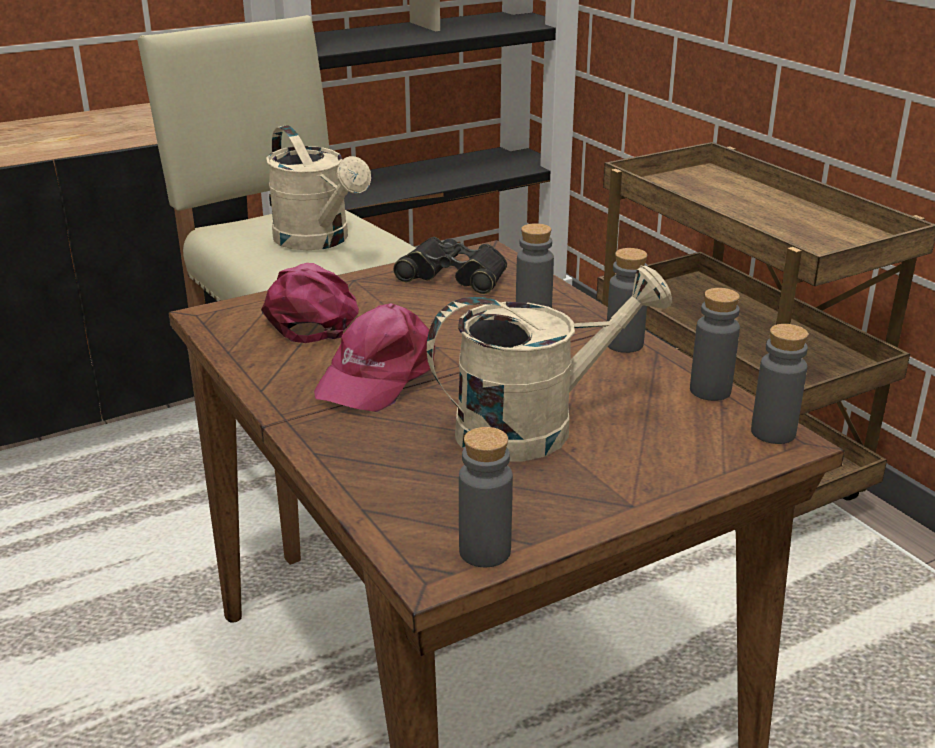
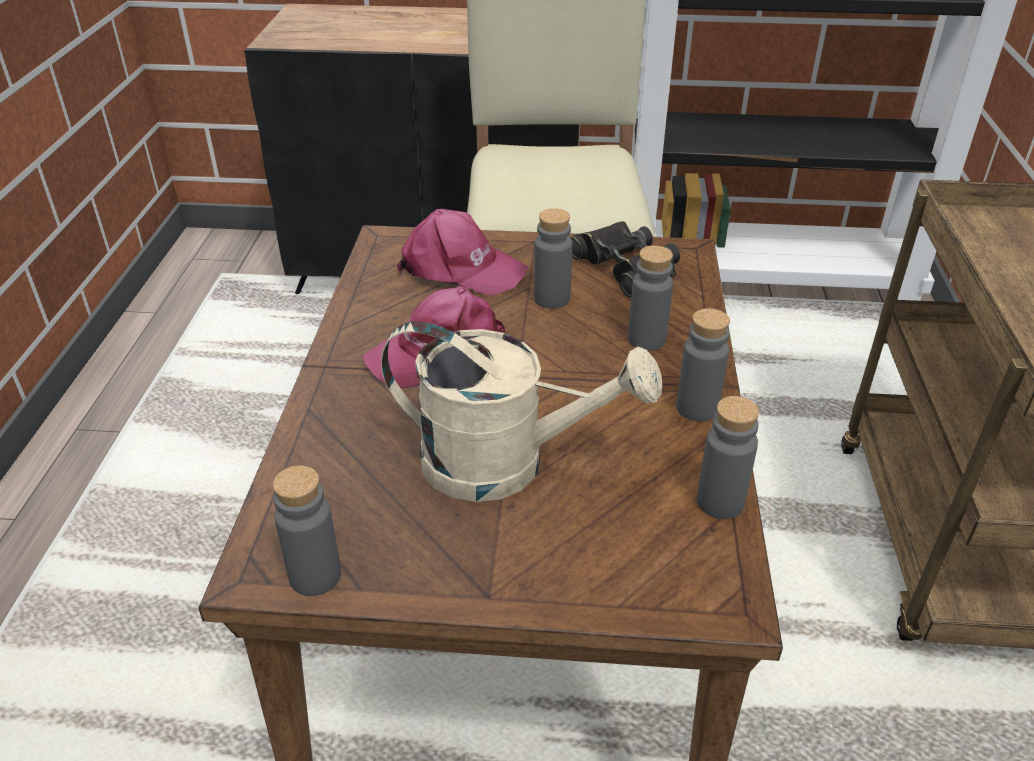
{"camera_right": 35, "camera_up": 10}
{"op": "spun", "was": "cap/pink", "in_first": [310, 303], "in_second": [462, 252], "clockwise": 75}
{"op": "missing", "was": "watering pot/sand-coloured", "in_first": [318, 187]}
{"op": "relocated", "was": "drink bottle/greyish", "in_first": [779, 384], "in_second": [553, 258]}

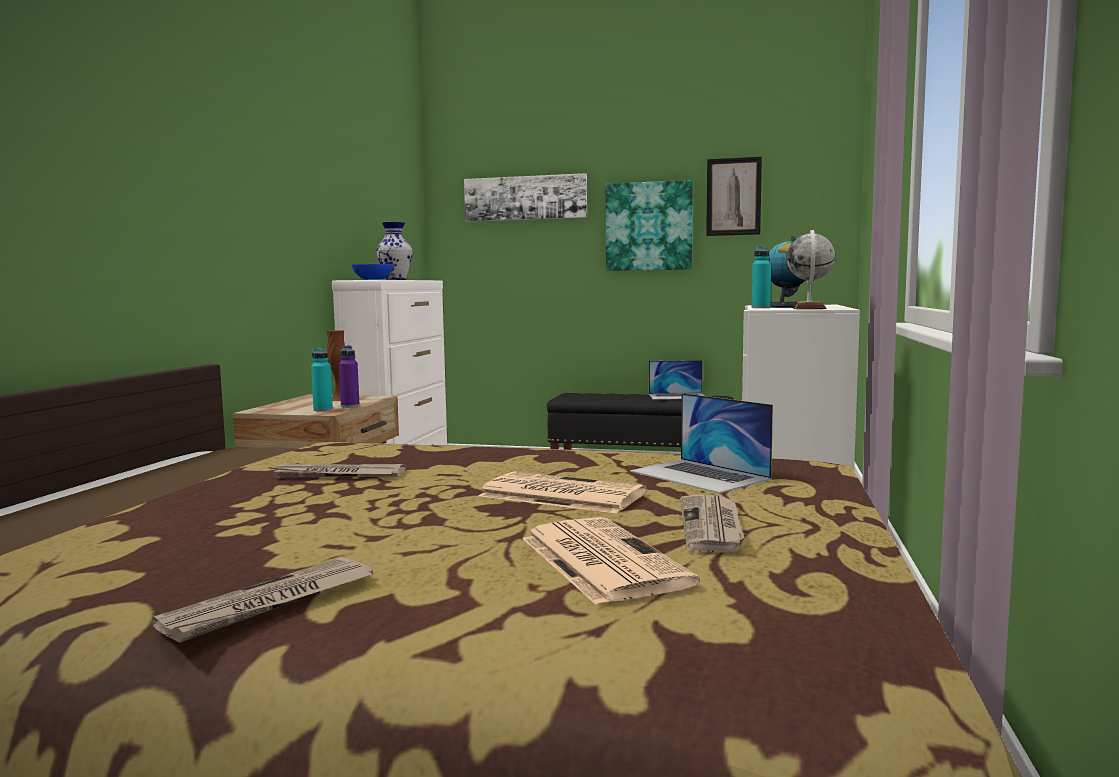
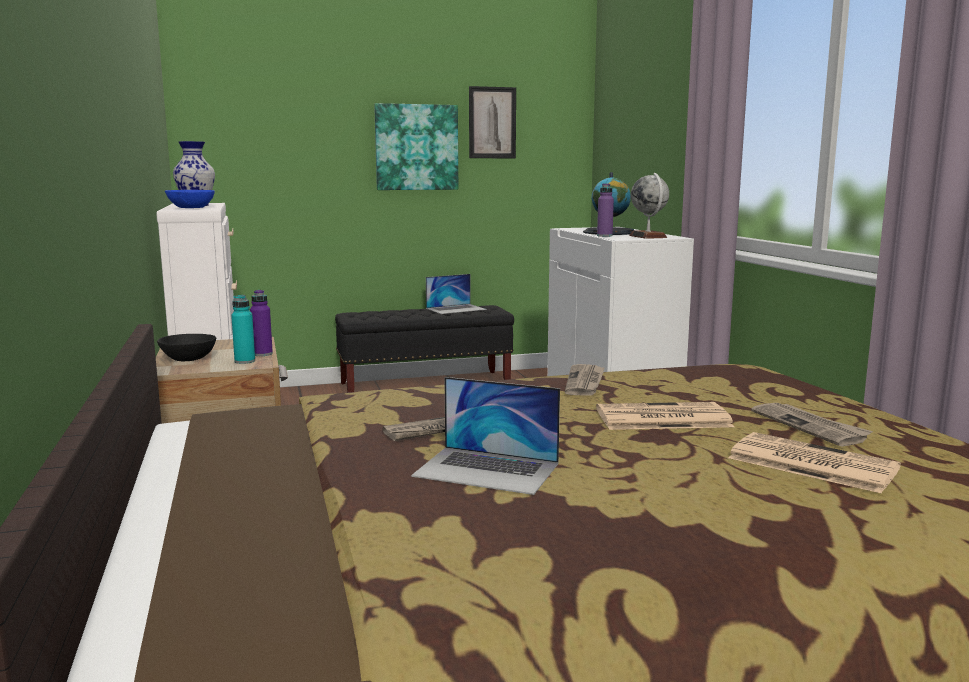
{"camera_right": -30, "camera_up": 5}
{"op": "relocated", "was": "newspaper", "in_first": [262, 600], "in_second": [585, 380]}
{"op": "missing", "was": "flower vase/brownish", "in_first": [336, 365]}
{"op": "missing", "was": "wall art", "in_first": [525, 197]}
{"op": "relocated", "was": "portable computer", "in_first": [701, 443], "in_second": [485, 436]}
{"op": "colour", "was": "drink bottle/blue-green", "now": "drink bottle/purple", "in_first": [761, 277], "in_second": [605, 210]}
{"op": "appeared", "now": "serving bowl/blackish", "in_second": [186, 347]}

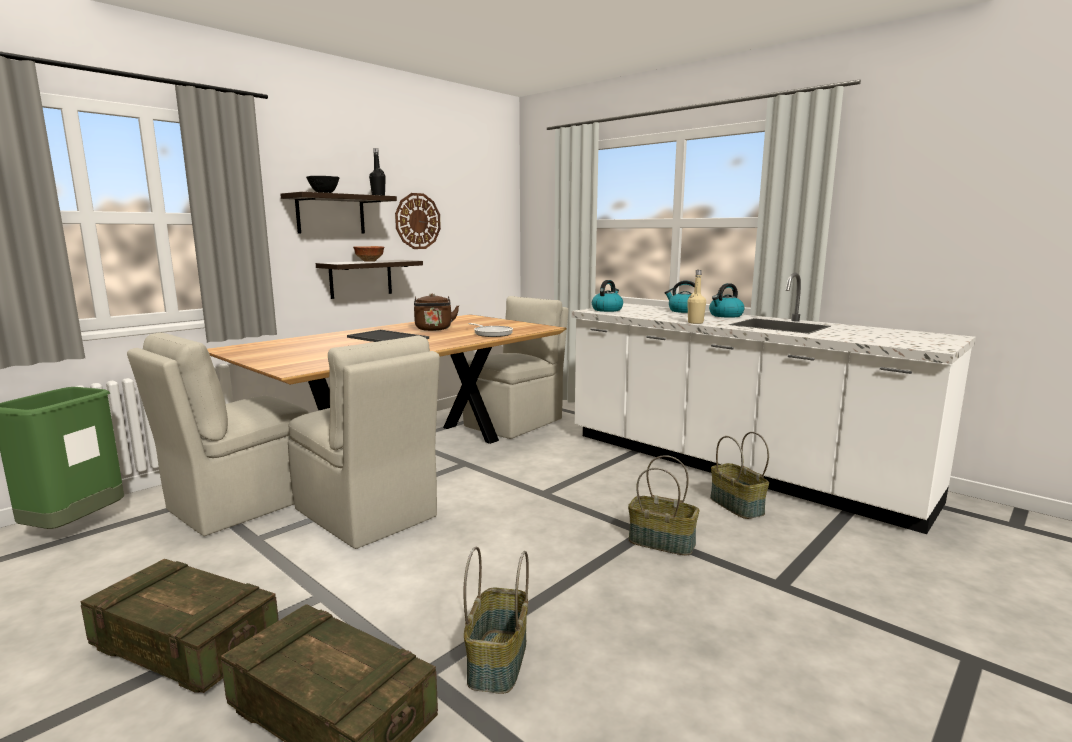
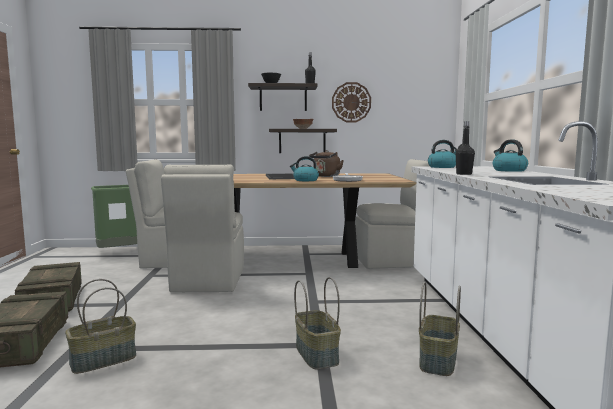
{"camera_right": 45, "camera_up": -5}
{"op": "colour", "was": "drink bottle/sand-coloured", "now": "drink bottle/blackish", "in_first": [696, 297], "in_second": [465, 148]}
{"op": "relocated", "was": "water kettle", "in_first": [727, 300], "in_second": [304, 168]}

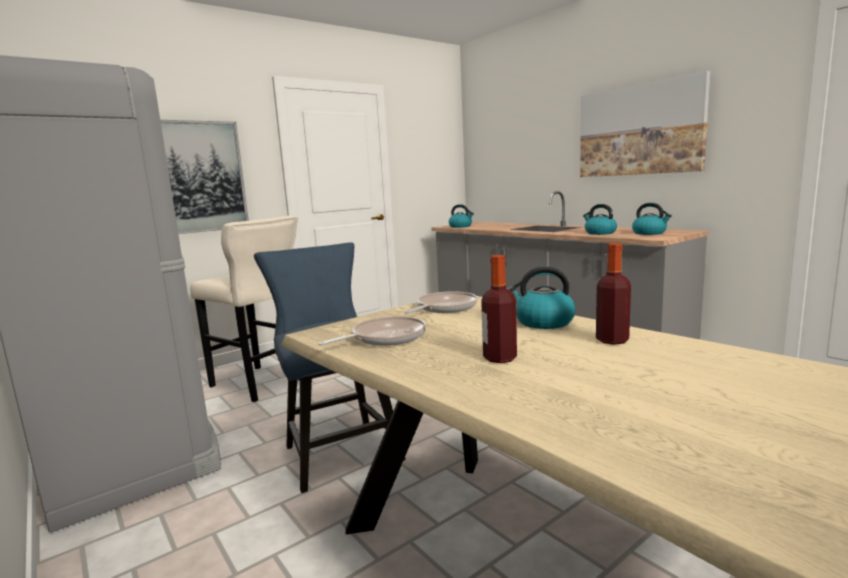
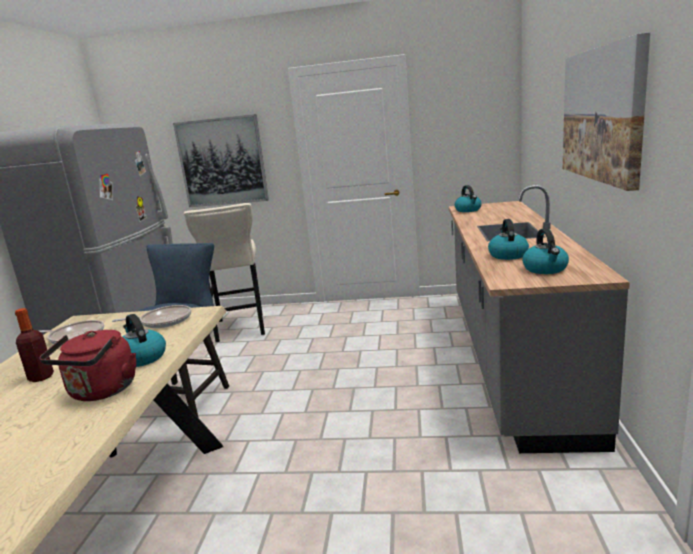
{"camera_right": 45, "camera_up": 5}
{"op": "exchanged", "was": "drink bottle", "now": "water kettle/red", "in_first": [613, 294], "in_second": [87, 365]}

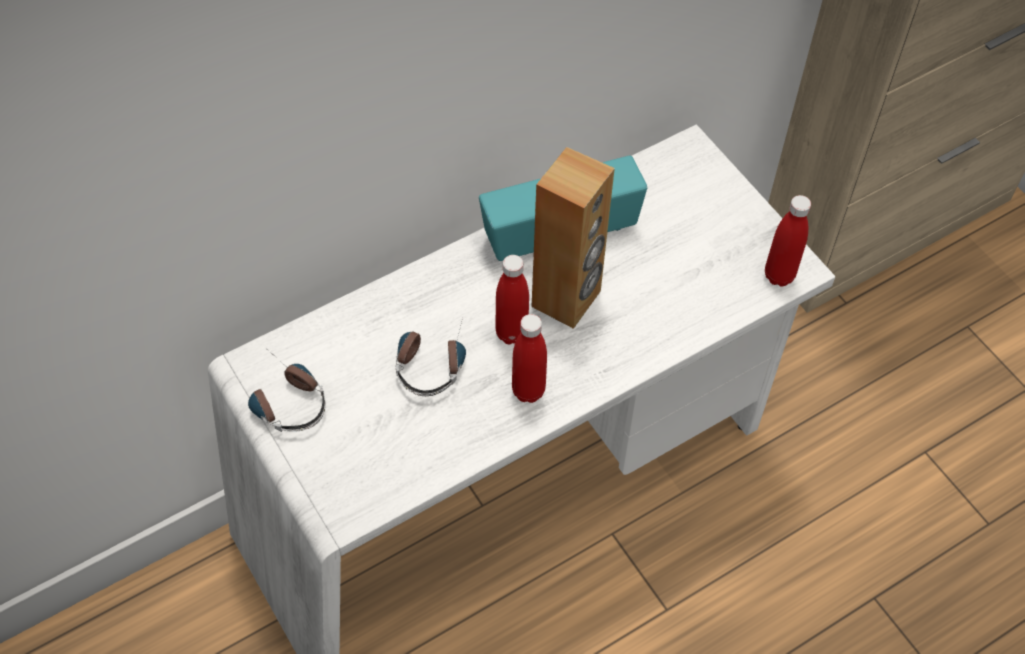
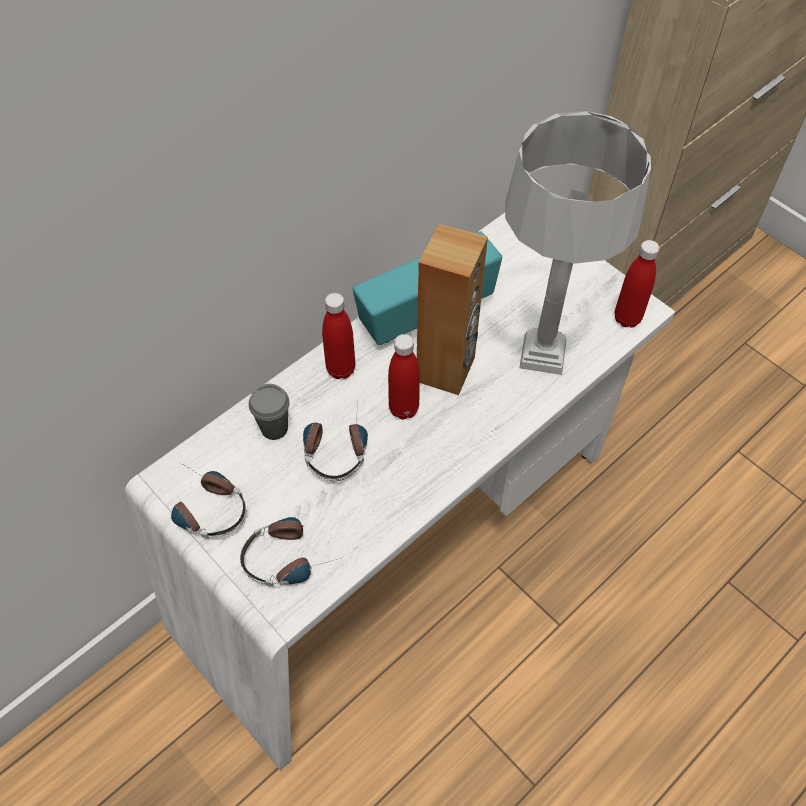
{"camera_right": -10, "camera_up": 0}
{"op": "relocated", "was": "drink bottle/red", "in_first": [529, 358], "in_second": [338, 336]}
{"op": "appeared", "now": "headset", "in_second": [290, 551]}
{"op": "appeared", "now": "cup/greyish", "in_second": [269, 412]}
{"op": "appeared", "now": "tabletop lamp/greyish", "in_second": [578, 243]}

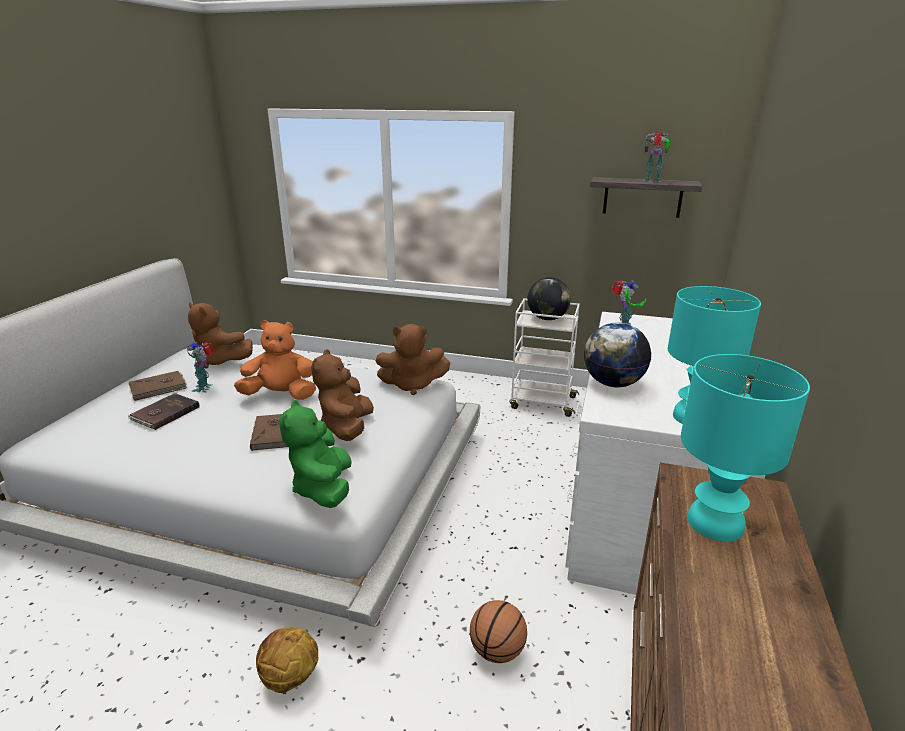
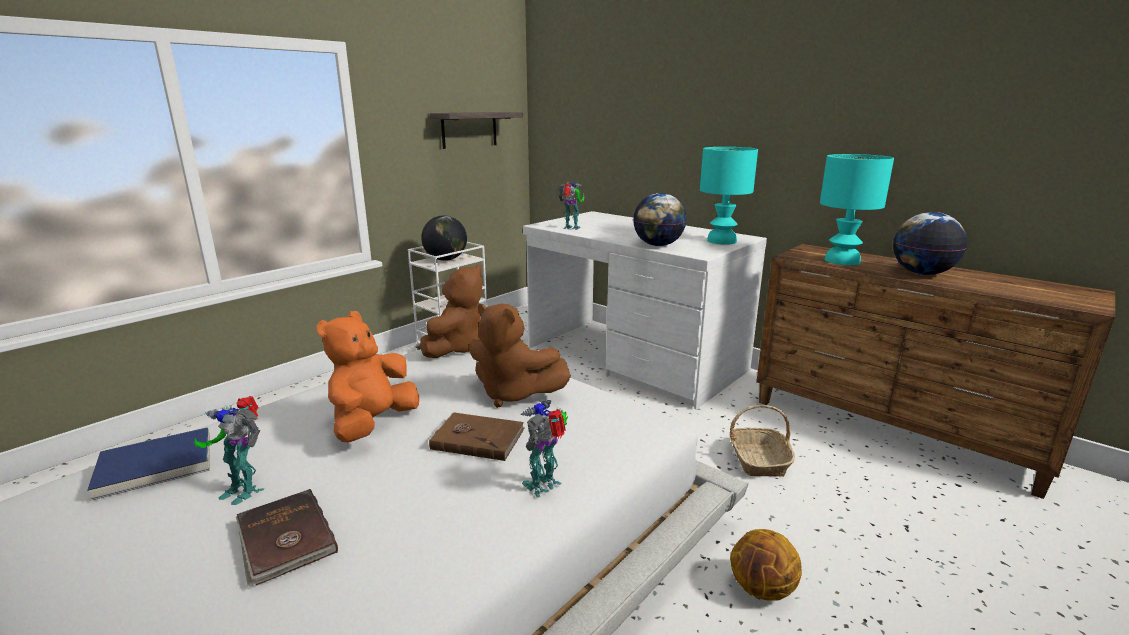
{"camera_right": -65, "camera_up": -5}
{"op": "missing", "was": "book/brownish", "in_first": [158, 386]}
{"op": "exchanged", "was": "cuddly toy/brownish", "now": "book/bluish", "in_first": [220, 336], "in_second": [148, 463]}
{"op": "missing", "was": "cuddly toy/greenish", "in_first": [315, 454]}
{"op": "exchanged", "was": "ball for basketball", "now": "household basket", "in_first": [498, 631], "in_second": [762, 440]}
{"op": "relocated", "was": "toy robot", "in_first": [658, 157], "in_second": [544, 449]}
{"op": "appeared", "now": "world globe", "in_second": [930, 243]}

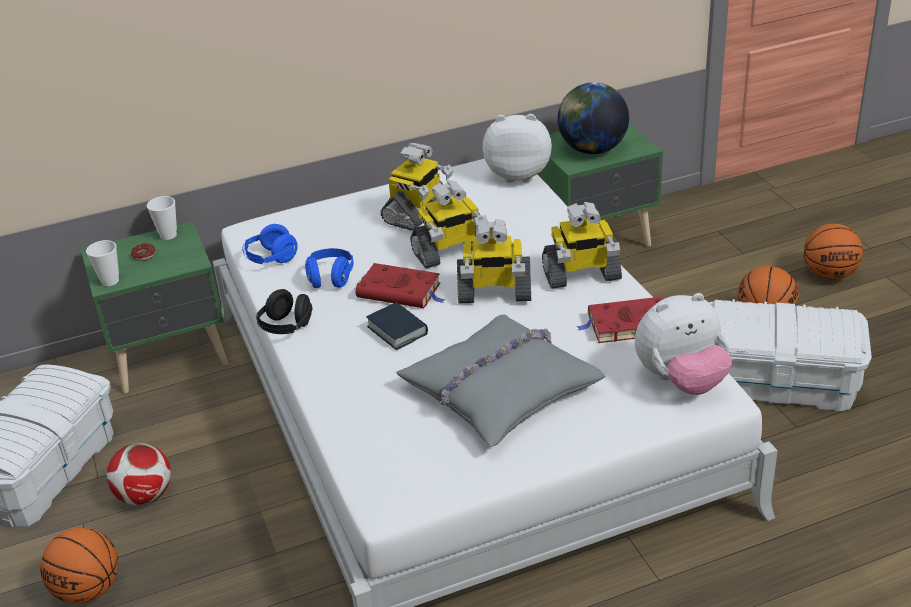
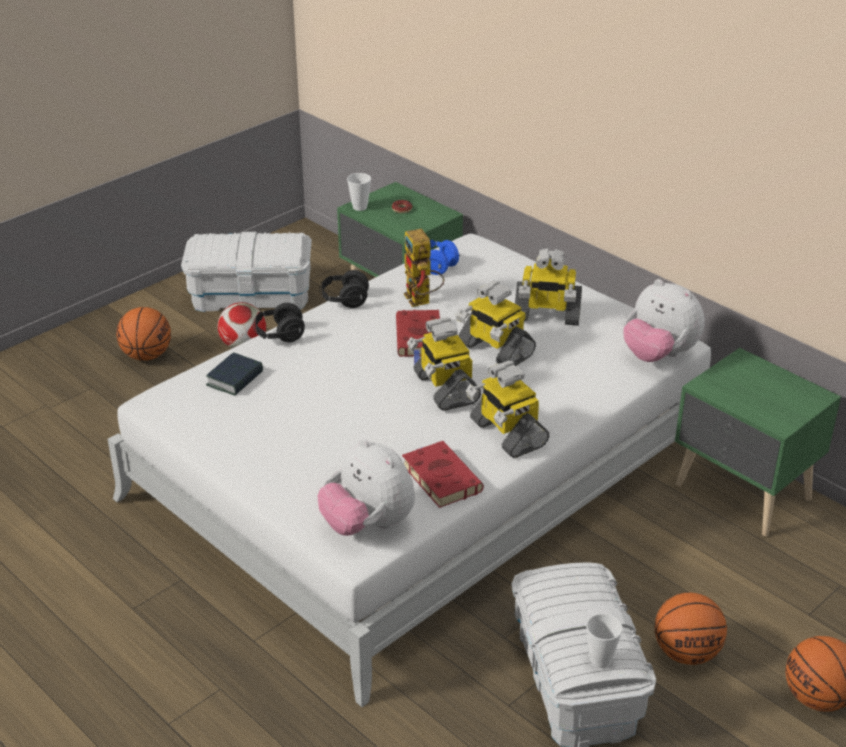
{"camera_right": 65, "camera_up": 0}
{"op": "relocated", "was": "cup", "in_first": [162, 218], "in_second": [604, 641]}
{"op": "exchanged", "was": "headset/bluish", "now": "toy robot", "in_first": [329, 268], "in_second": [424, 267]}
{"op": "relocated", "was": "book", "in_first": [397, 326], "in_second": [234, 374]}
{"op": "missing", "was": "throw pillow/greyish", "in_first": [500, 380]}
{"op": "spun", "was": "cuddly toy", "in_first": [517, 148], "in_second": [664, 320], "clockwise": 150}
{"op": "missing", "was": "world globe", "in_first": [593, 118]}
{"op": "appeared", "now": "headset/blackish", "in_second": [279, 322]}

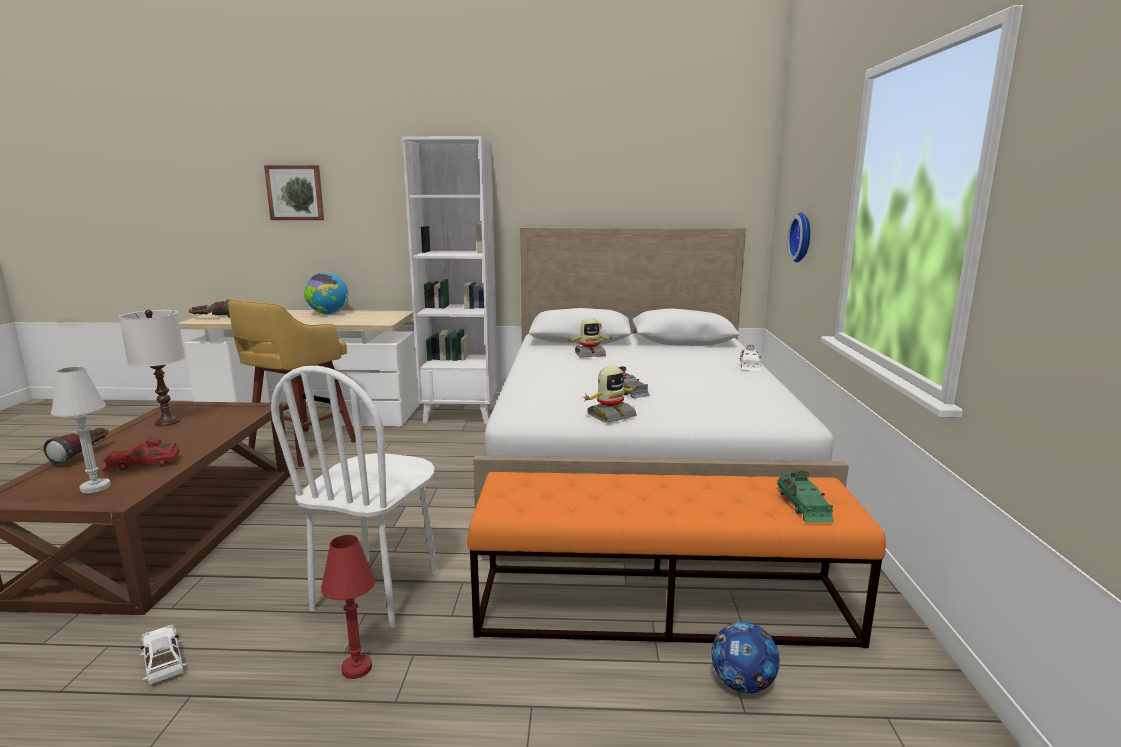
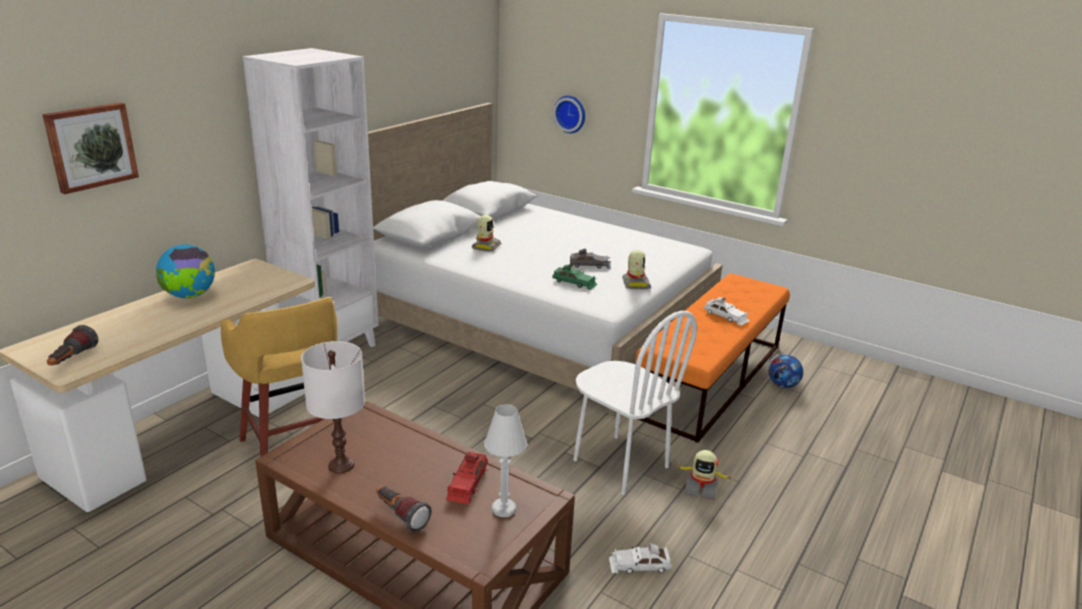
{"camera_right": -60, "camera_up": 10}
{"op": "exchanged", "was": "tabletop lamp/red", "now": "toy robot", "in_first": [348, 607], "in_second": [704, 475]}
{"op": "relocated", "was": "toy car/white", "in_first": [750, 357], "in_second": [726, 311]}
{"op": "relocated", "was": "toy car/greenish", "in_first": [805, 497], "in_second": [575, 277]}

